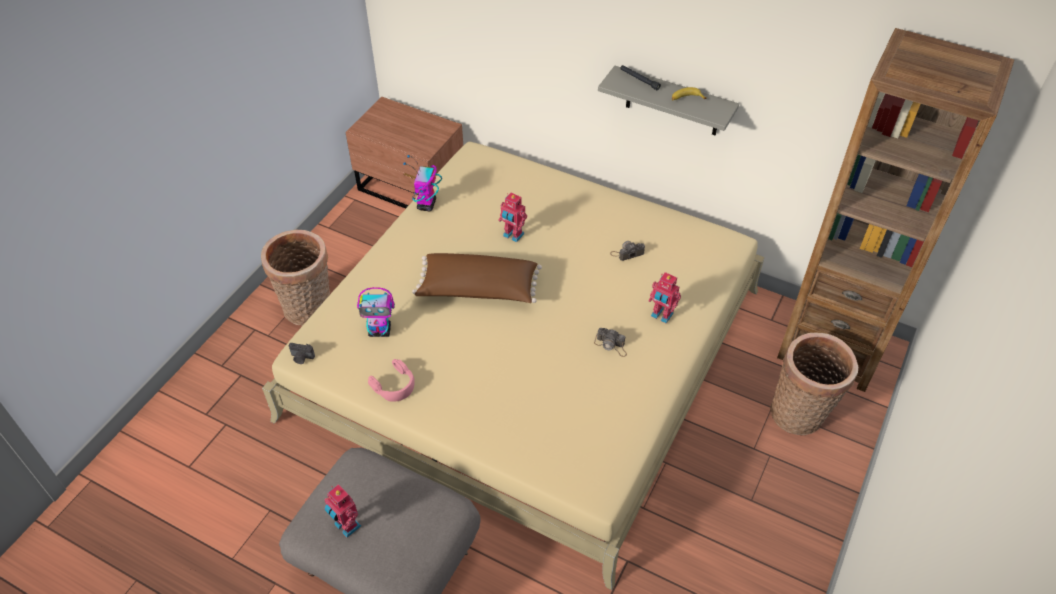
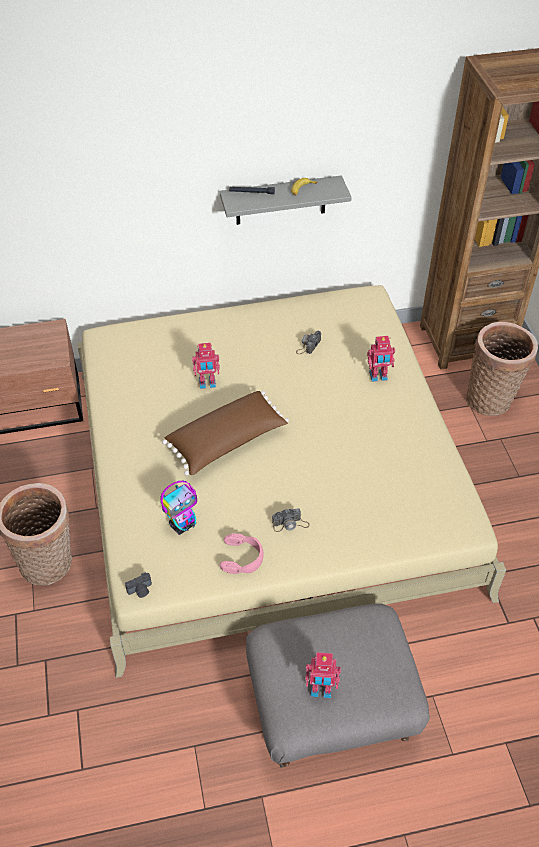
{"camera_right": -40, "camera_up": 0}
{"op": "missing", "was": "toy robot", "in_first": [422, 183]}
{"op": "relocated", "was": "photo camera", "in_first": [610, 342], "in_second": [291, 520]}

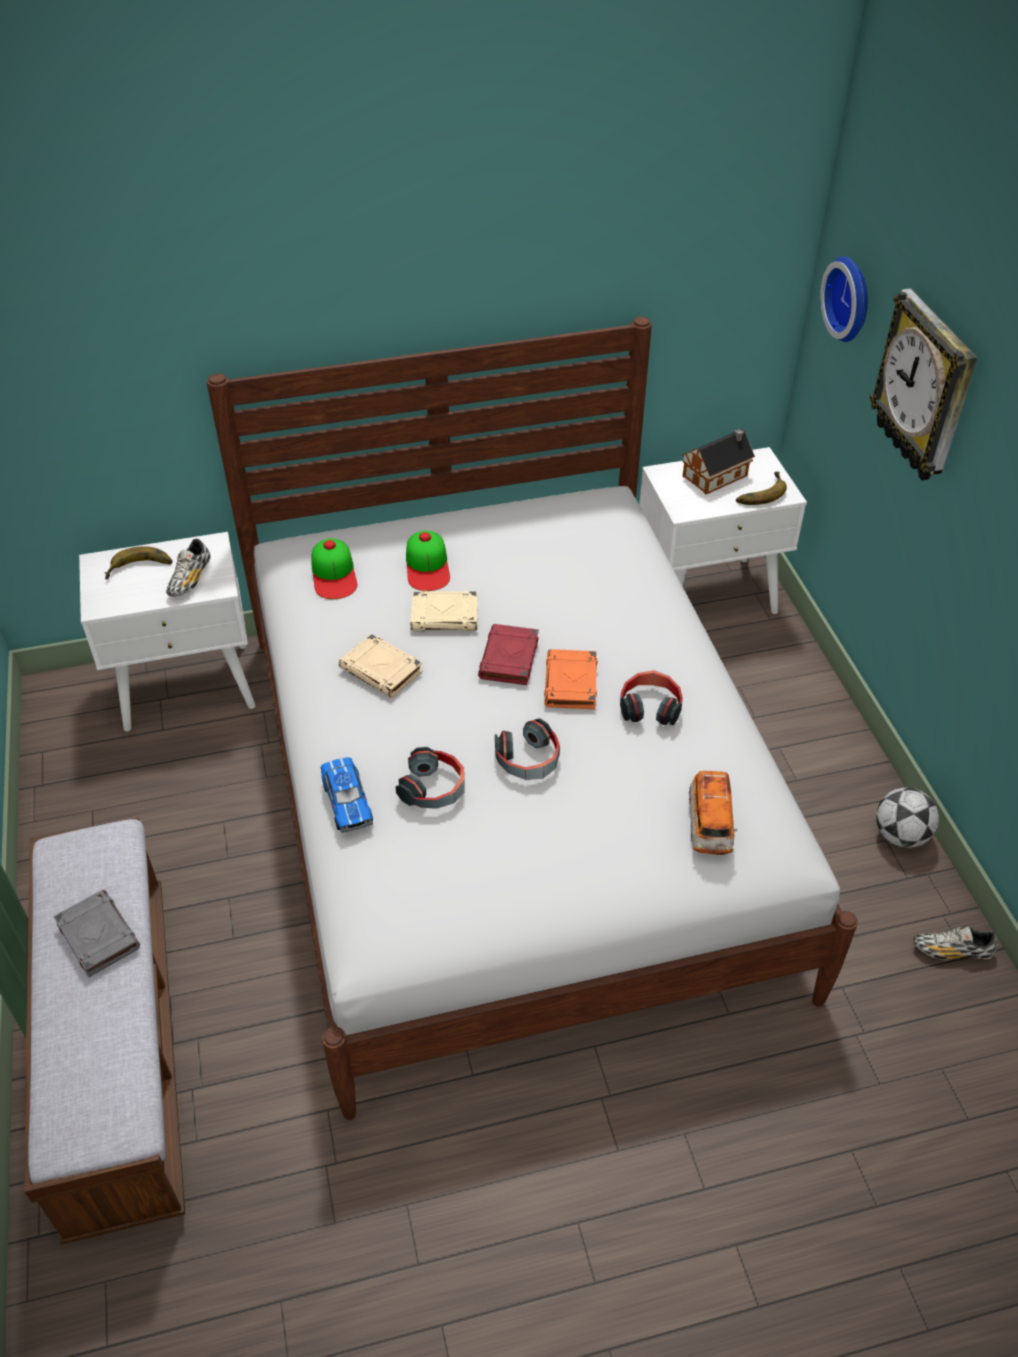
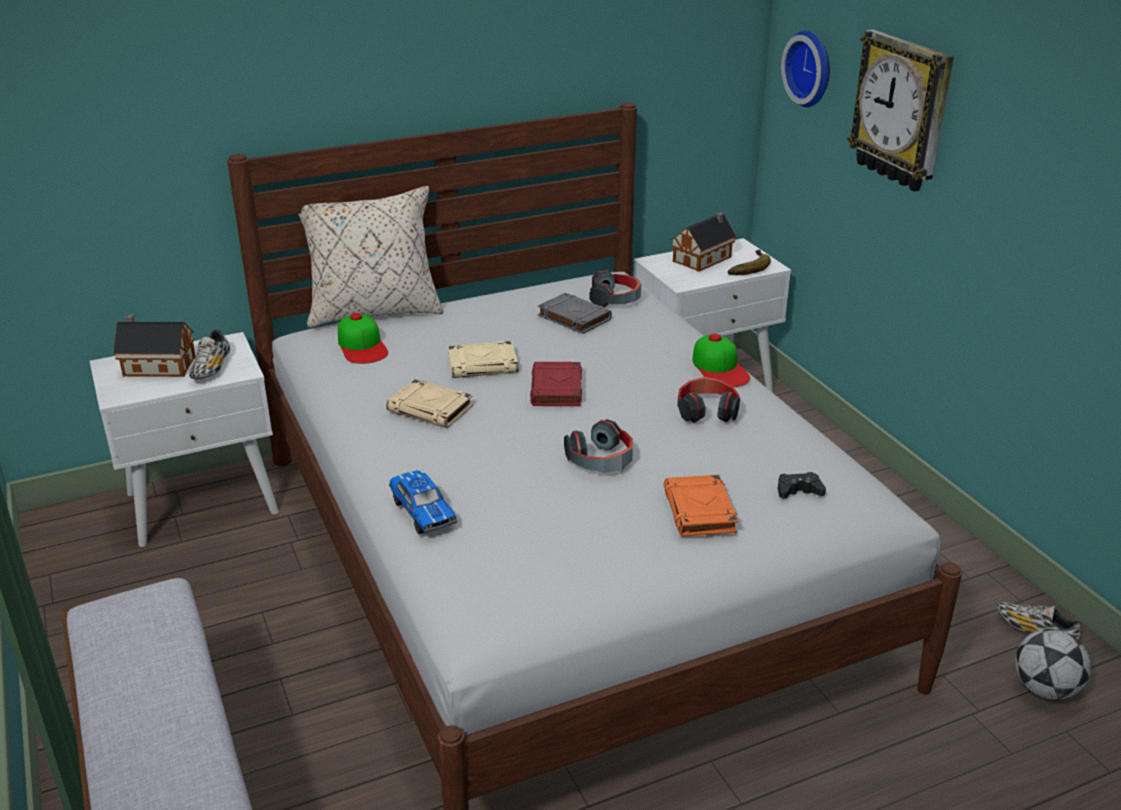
{"camera_right": -10, "camera_up": -15}
{"op": "relocated", "was": "book/greyish", "in_first": [96, 933], "in_second": [575, 313]}
{"op": "exchanged", "was": "banana fruit", "now": "model house", "in_first": [138, 563], "in_second": [154, 345]}
{"op": "relocated", "was": "headset", "in_first": [430, 778], "in_second": [615, 288]}
{"op": "relocated", "was": "cap", "in_first": [428, 560], "in_second": [721, 360]}
{"op": "relocated", "was": "book/orange-coloured", "in_first": [571, 679], "in_second": [701, 506]}
{"op": "exchanged", "was": "toy car", "now": "game controller/blackish", "in_first": [713, 813], "in_second": [802, 485]}
{"op": "relocated", "was": "football", "in_first": [907, 817], "in_second": [1053, 664]}
{"op": "spun", "was": "low shoe", "in_first": [955, 943], "in_second": [1039, 621], "clockwise": 45}
{"op": "appeared", "now": "throw pillow/sand-coloured", "in_second": [370, 256]}

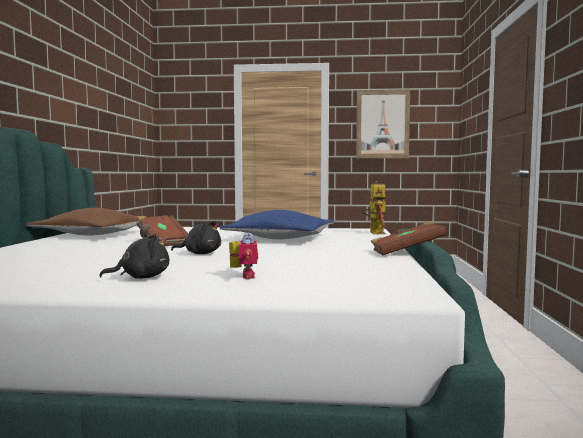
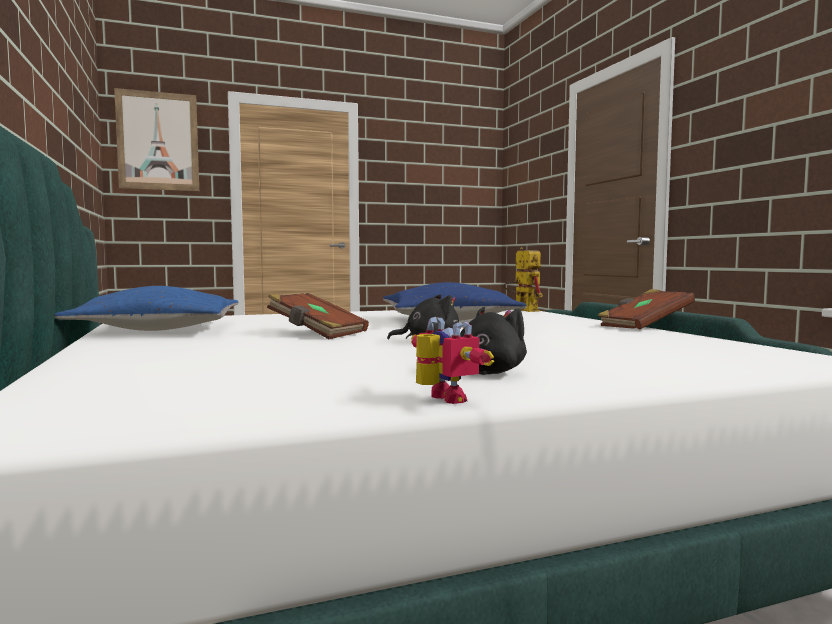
{"camera_right": -25, "camera_up": 0}
{"op": "colour", "was": "throw pillow/brownish", "now": "throw pillow/bluish", "in_first": [81, 221], "in_second": [146, 308]}
{"op": "relocated", "was": "toy robot", "in_first": [243, 256], "in_second": [452, 360]}
{"op": "relocated", "was": "wall art", "in_first": [383, 124], "in_second": [156, 139]}

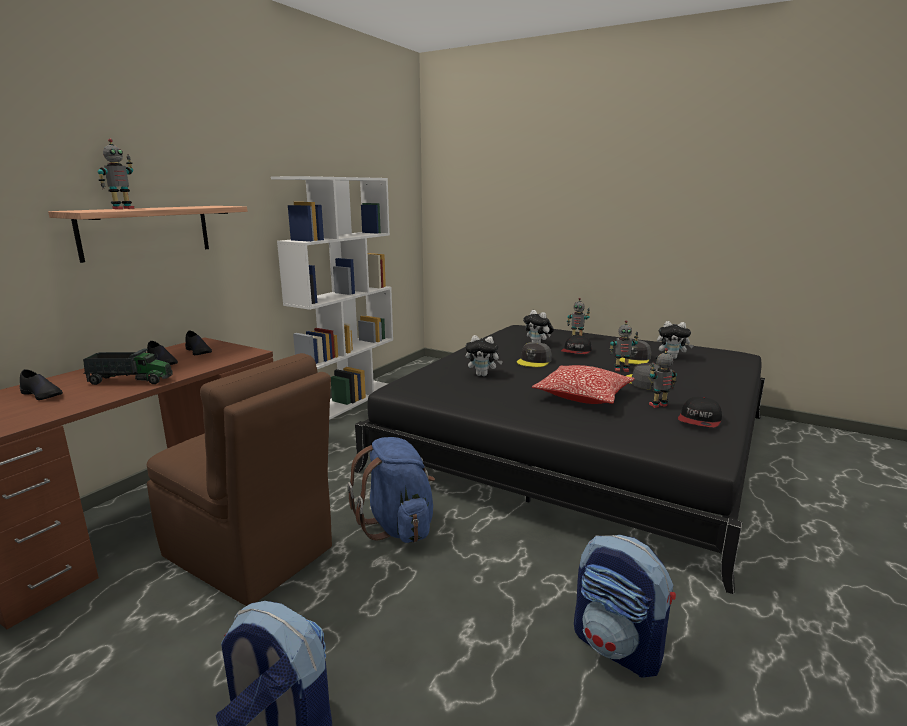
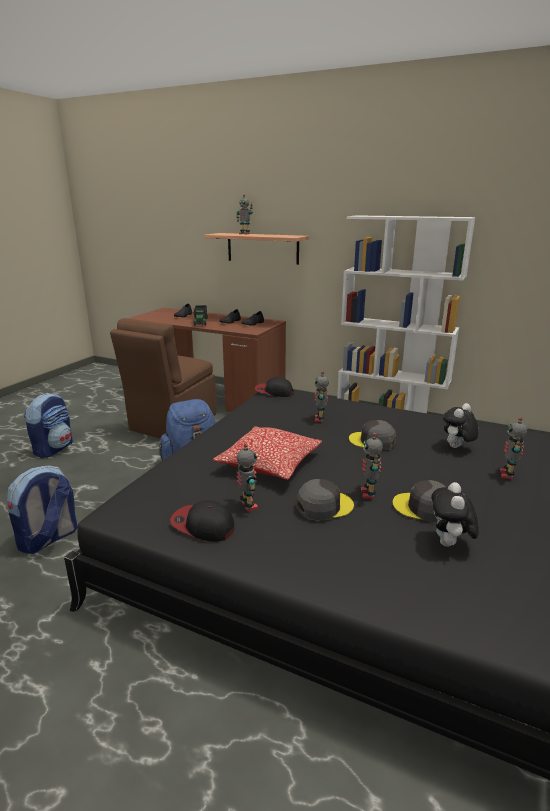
{"camera_right": 85, "camera_up": 5}
{"op": "exchanged", "was": "cuddly toy", "now": "toy robot", "in_first": [484, 355], "in_second": [322, 396]}
{"op": "relocated", "was": "cap", "in_first": [576, 344], "in_second": [274, 387]}

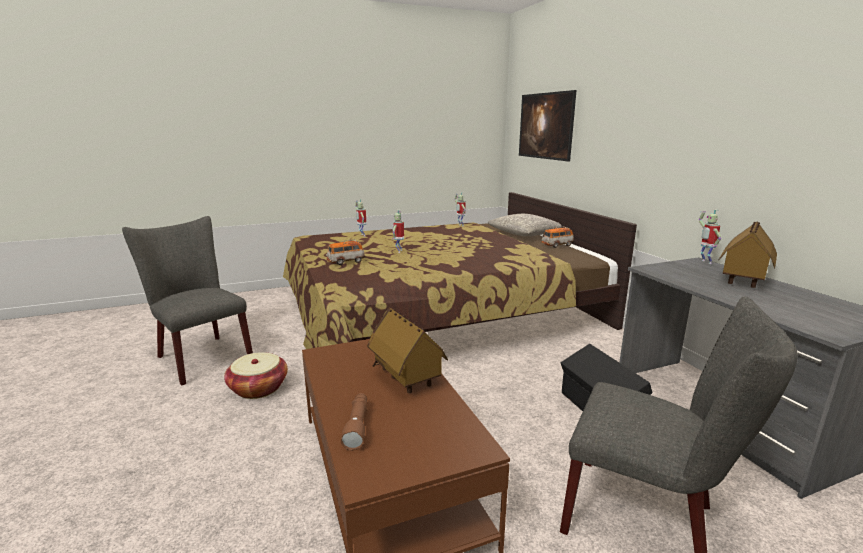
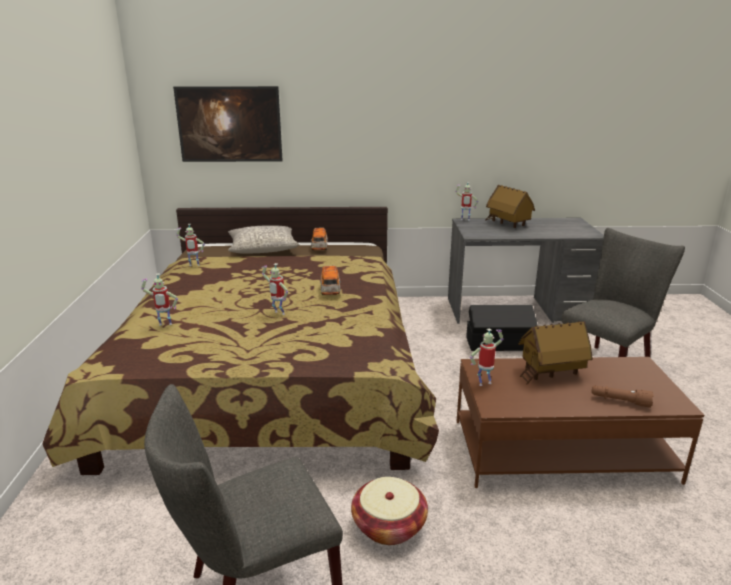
{"camera_right": -70, "camera_up": 5}
{"op": "relocated", "was": "toy car", "in_first": [346, 252], "in_second": [330, 280]}
{"op": "appeared", "now": "toy robot", "in_second": [486, 357]}

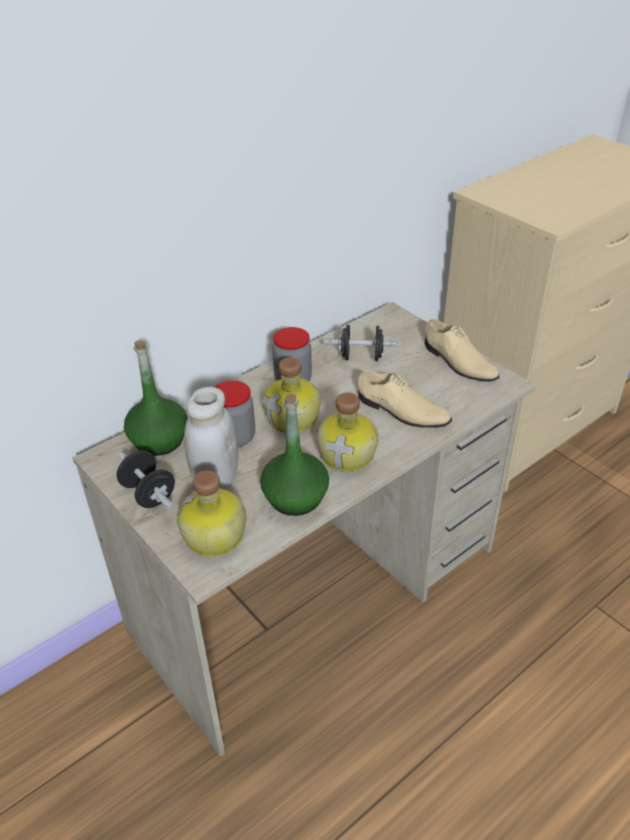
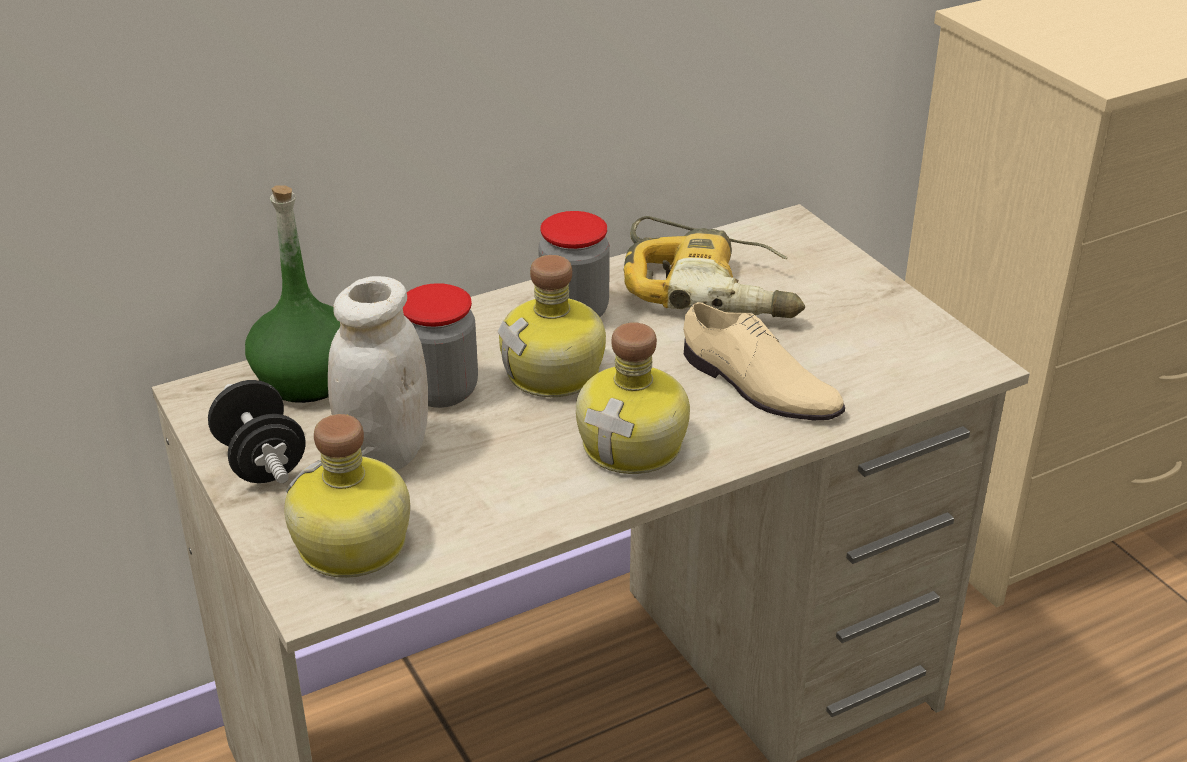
{"camera_right": 10, "camera_up": -5}
{"op": "missing", "was": "drink bottle/greenish", "in_first": [294, 455]}
{"op": "exchanged", "was": "dumbbell/blackish", "now": "electric drill", "in_first": [362, 343], "in_second": [714, 267]}
{"op": "missing", "was": "low shoe/sand-coloured", "in_first": [461, 350]}

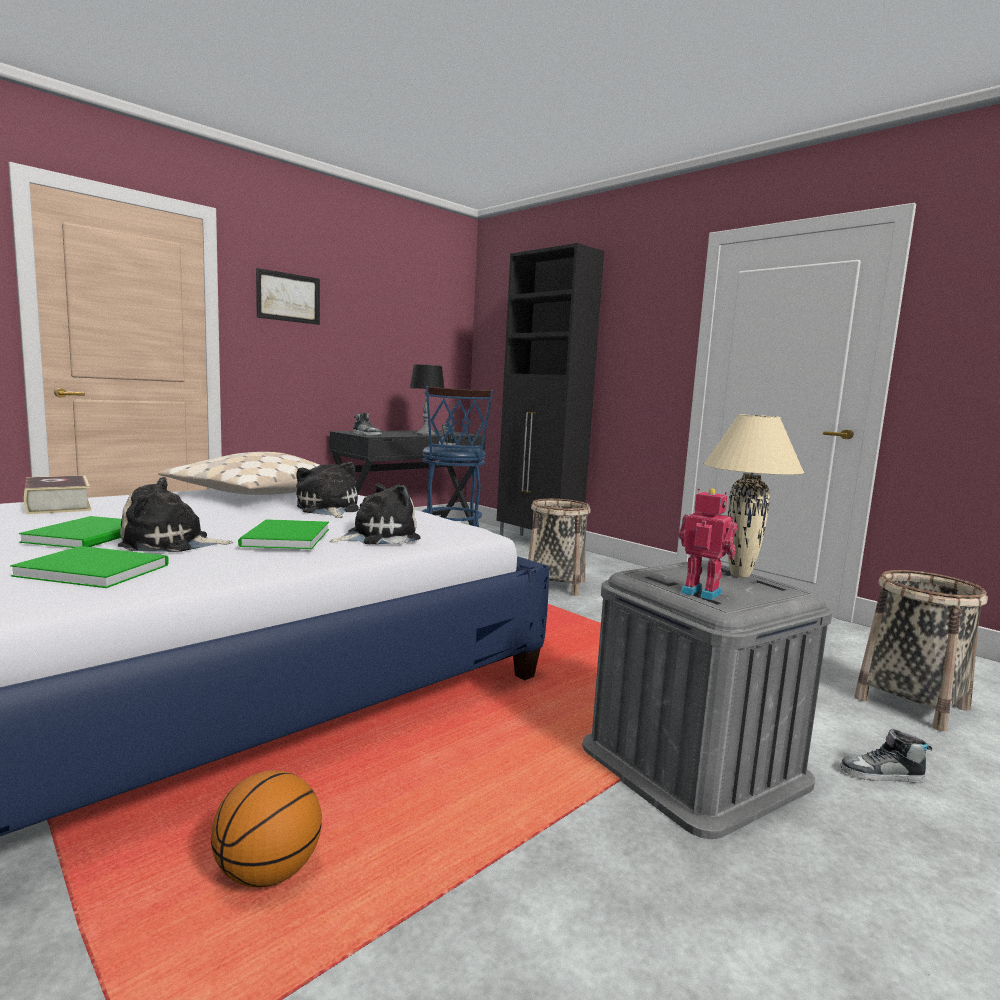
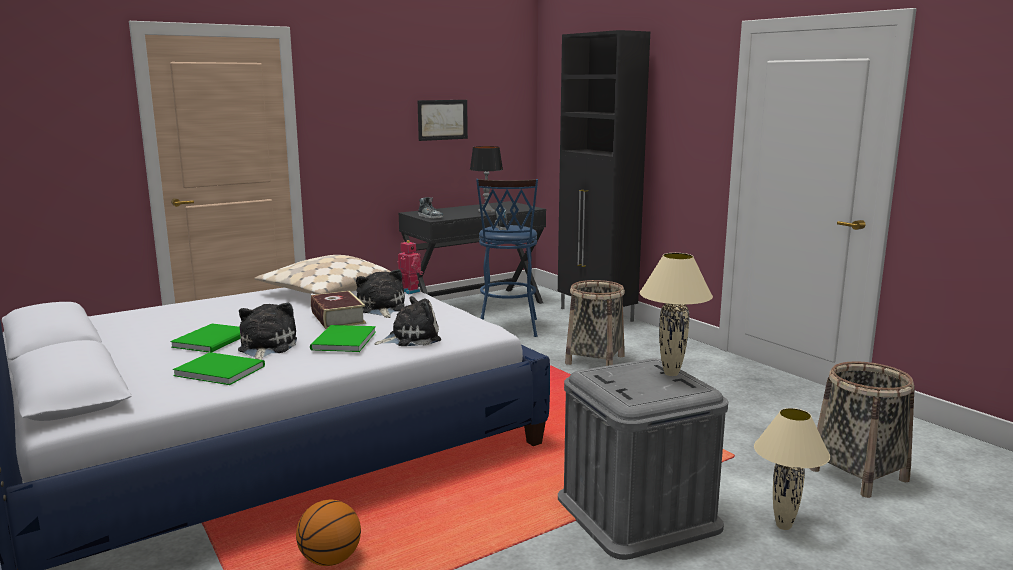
{"camera_right": 10, "camera_up": 5}
{"op": "relocated", "was": "book", "in_first": [57, 494], "in_second": [338, 310]}
{"op": "spun", "was": "cuddly toy", "in_first": [175, 514], "in_second": [267, 331], "clockwise": 90}
{"op": "relocated", "was": "wall art", "in_first": [288, 296], "in_second": [443, 120]}
{"op": "relocated", "was": "toy robot", "in_first": [708, 544], "in_second": [410, 267]}
{"op": "exchanged", "was": "low shoe", "now": "tabletop lamp/sand-coloured", "in_first": [886, 756], "in_second": [792, 469]}

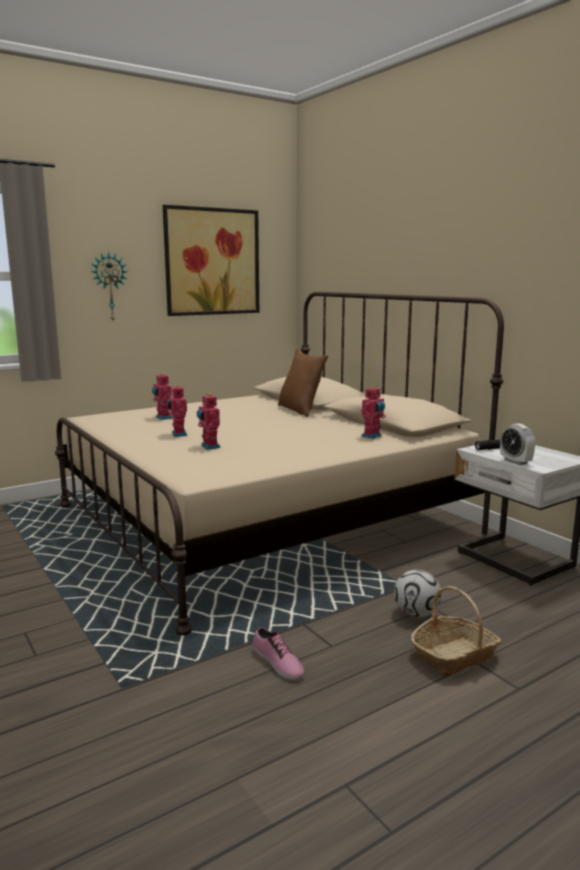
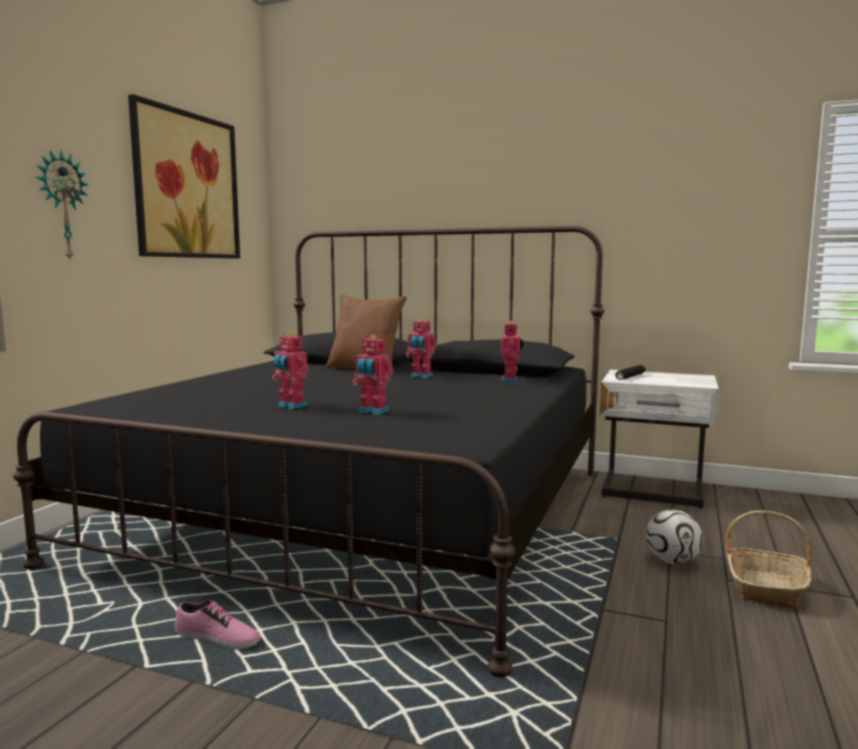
{"camera_right": -35, "camera_up": -5}
{"op": "colour", "was": "bedroom bed/sand-coloured", "now": "bedroom bed/blackish", "in_first": [279, 463], "in_second": [308, 451]}
{"op": "relocated", "was": "toy robot", "in_first": [162, 396], "in_second": [421, 348]}
{"op": "relocated", "was": "low shoe", "in_first": [278, 653], "in_second": [217, 624]}
{"op": "missing", "was": "table clock", "in_first": [517, 444]}

